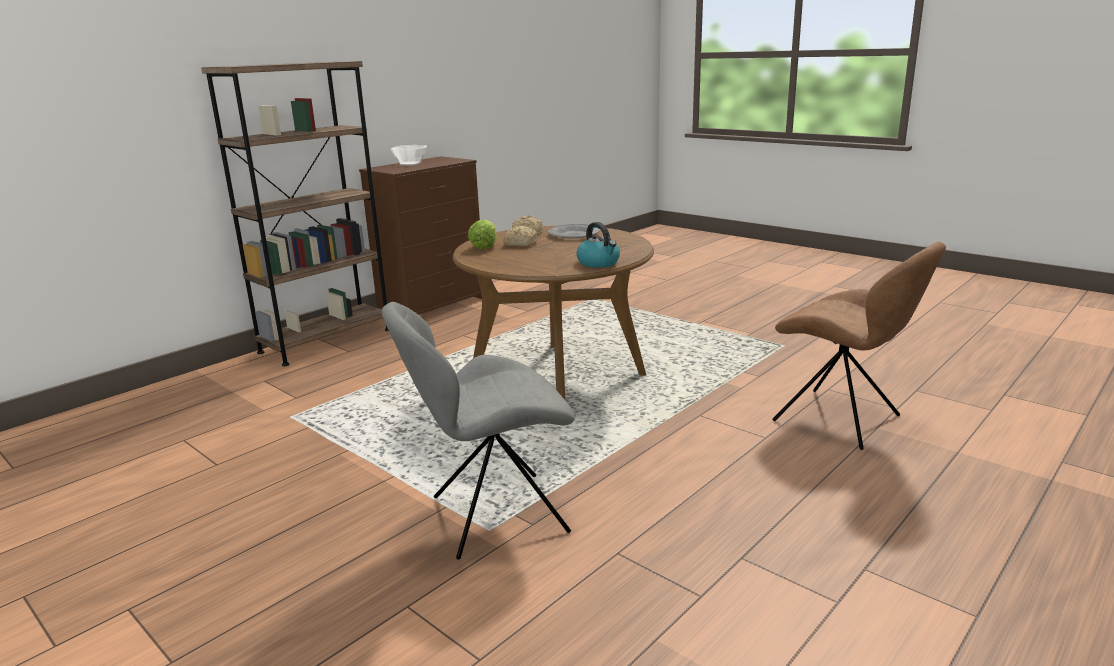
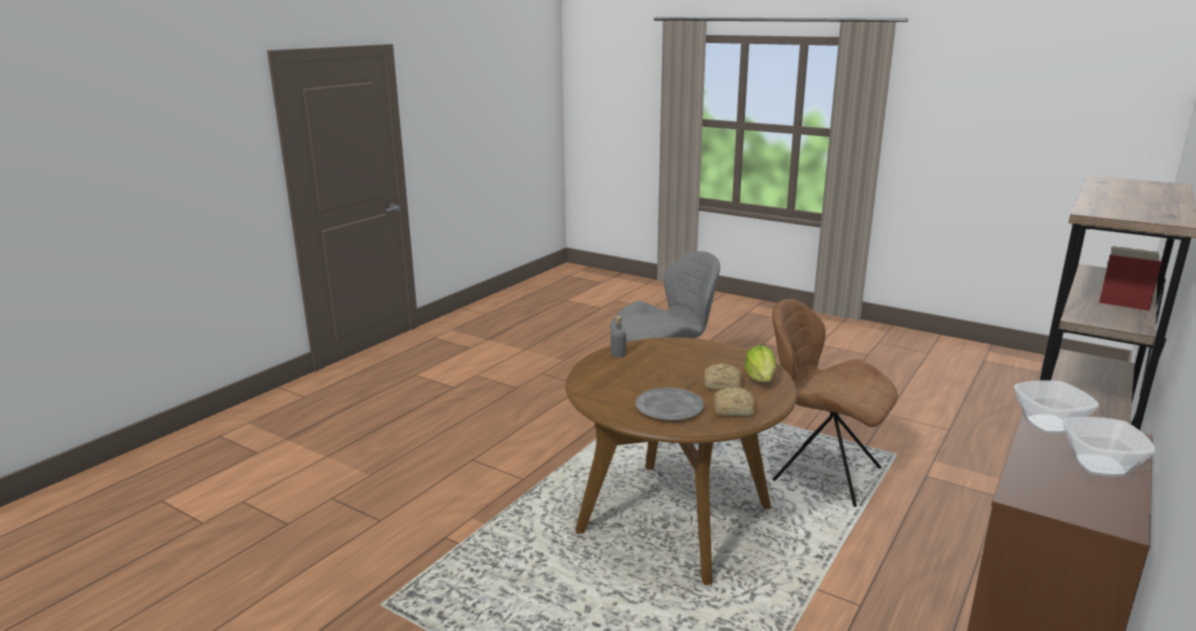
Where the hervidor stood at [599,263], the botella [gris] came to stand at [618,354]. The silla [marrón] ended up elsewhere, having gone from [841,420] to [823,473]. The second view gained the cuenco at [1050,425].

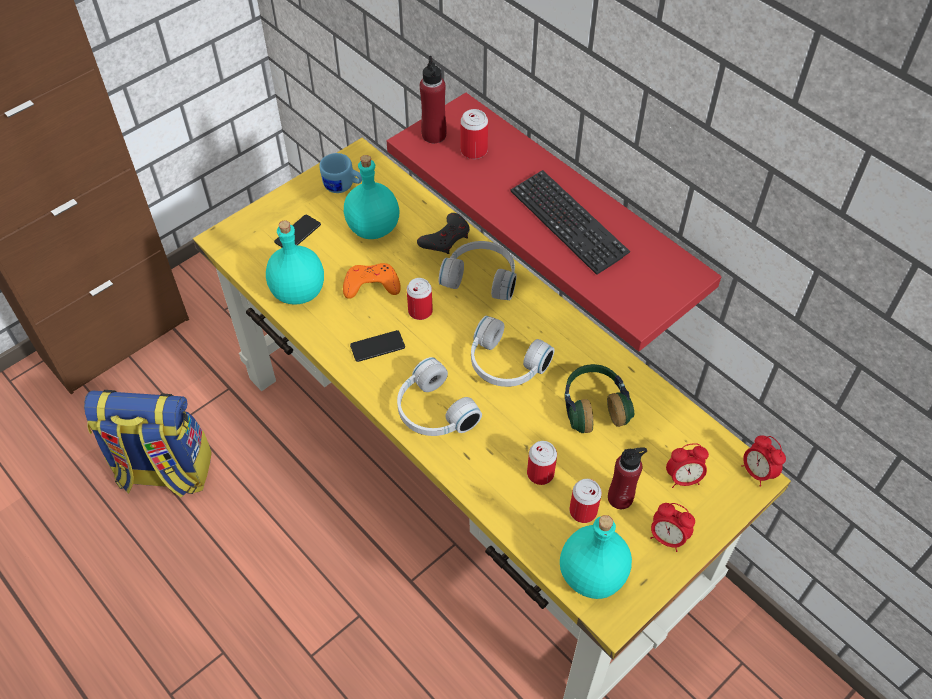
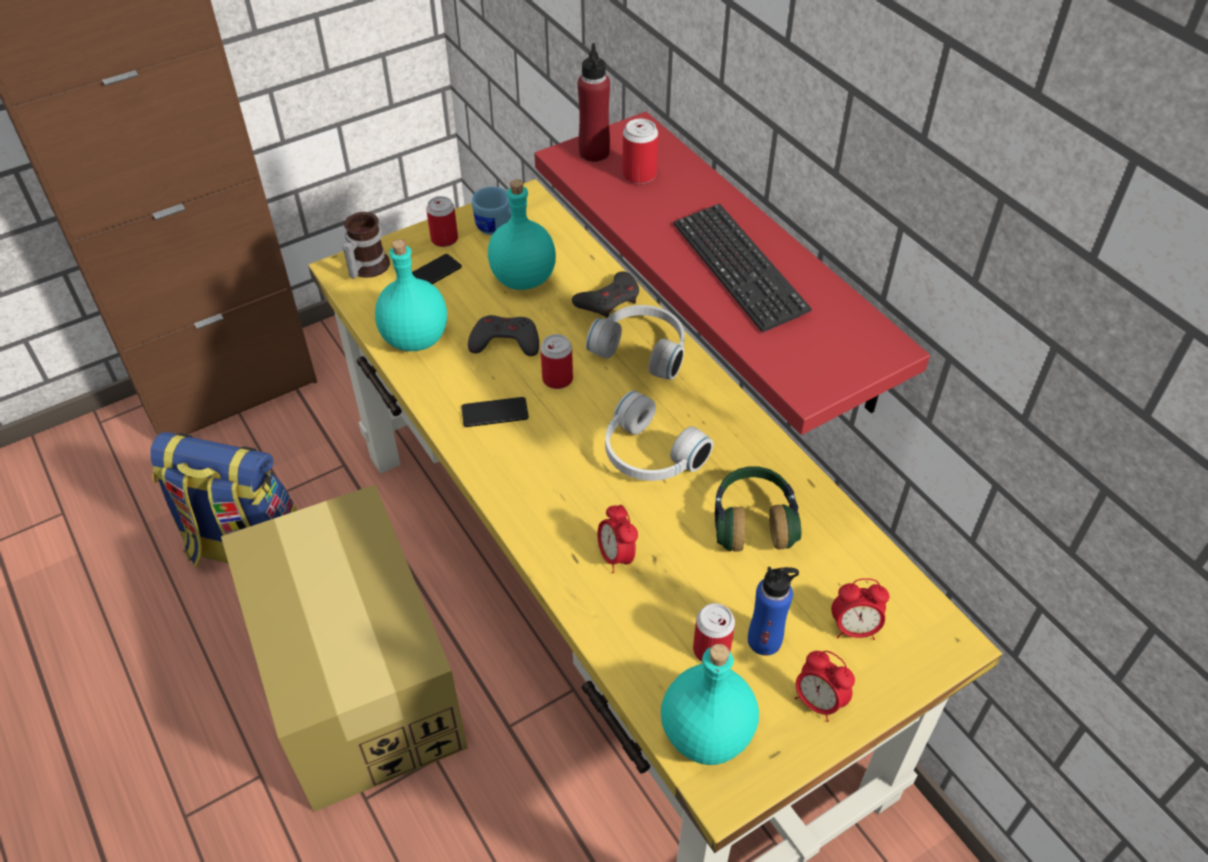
The second view gained the caja de cartón at [358,681]. The second view gained the taza grande at [365,266]. The lata ended up elsewhere, having gone from [540,473] to [444,239]. What was the mando de consola [naranja] at [371,285] turned into the mando de consola [gris] at [505,341]. The despertador ended up elsewhere, having gone from [757,472] to [616,556]. What was the botella [rojo] at [620,498] turned into the botella [azul] at [764,640]. The second view lost the auriculares [blanco] at [432,412].

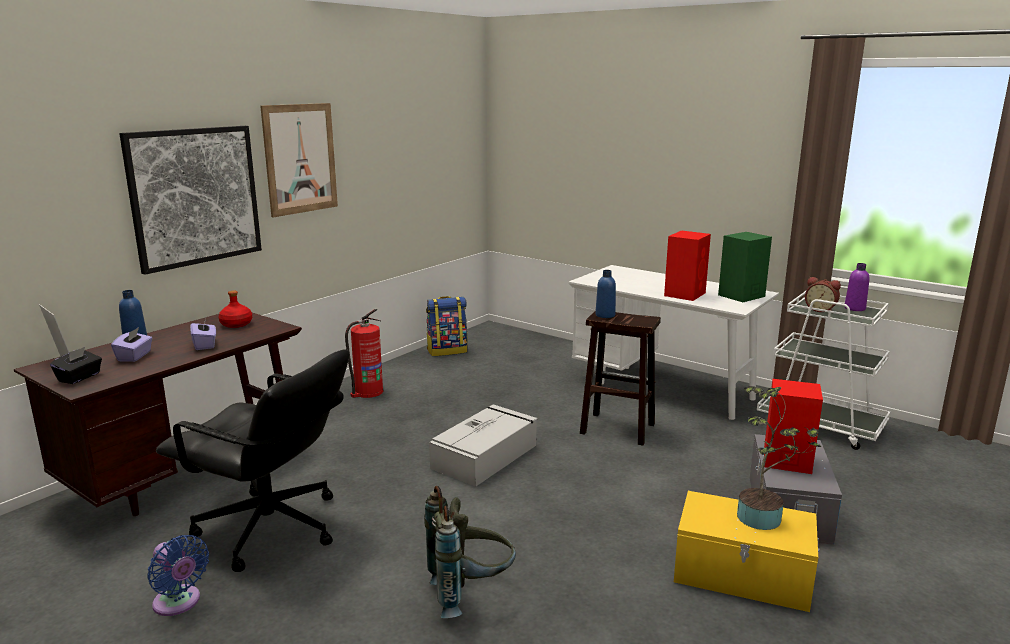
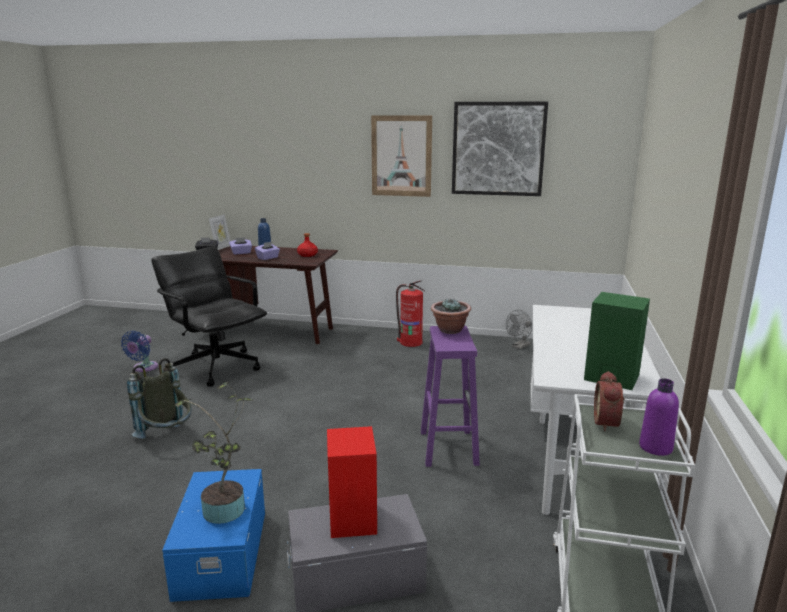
The silla de oficina [negro] at [270,529] ended up facing another way, 135 degrees clockwise from before. What was the caja de almacenaje [amarillo] at [742,574] turned into the caja de almacenaje [azul] at [220,553]. What was the taburete [marrón] at [616,428] turned into the taburete [morado] at [448,447]. Where the botella [azul] stood at [605,315], the planta en maceta came to stand at [450,330]. The cuadro ended up elsewhere, having gone from [195,196] to [498,149]. Where the mochila stood at [447,351], the ventilador [gris] came to stand at [519,346]. The second view lost the caja de almacenaje [gris] at [486,456]. The second view lost the altavoz [rojo] at [685,294].

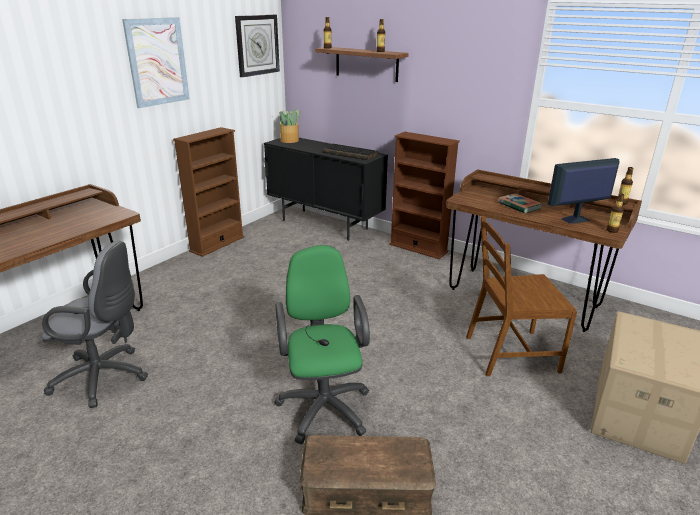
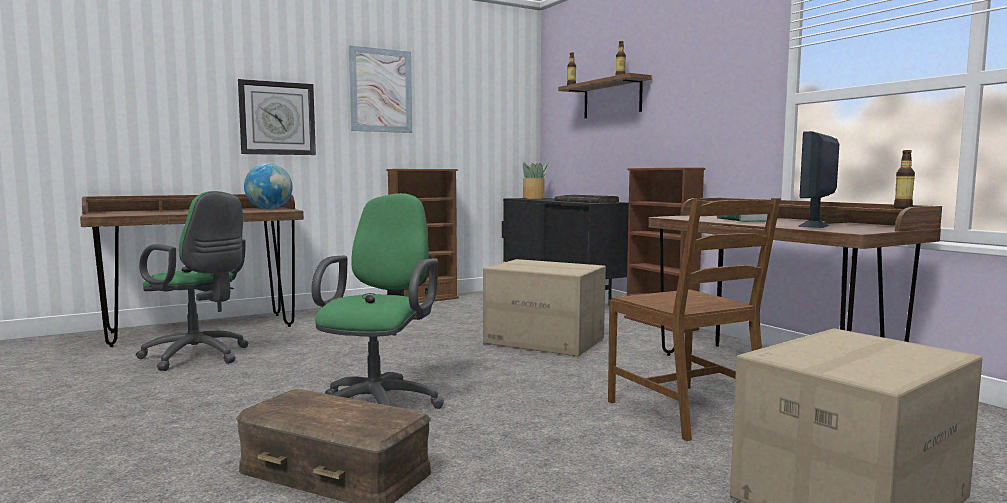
What was the silla de oficina [gris] at [105,377] turned into the silla de oficina [verde] at [199,357]. The reloj de pared ended up elsewhere, having gone from [257,45] to [277,118]. The second view gained the globo terráqueo at [269,209]. The second view gained the caja de cartón at [545,341]. The silla [marrón] at [510,353] ended up facing another way, 135 degrees counterclockwise from before. The monitor at [575,219] ended up facing another way, 60 degrees counterclockwise from before. The second view lost the botella at [612,231].

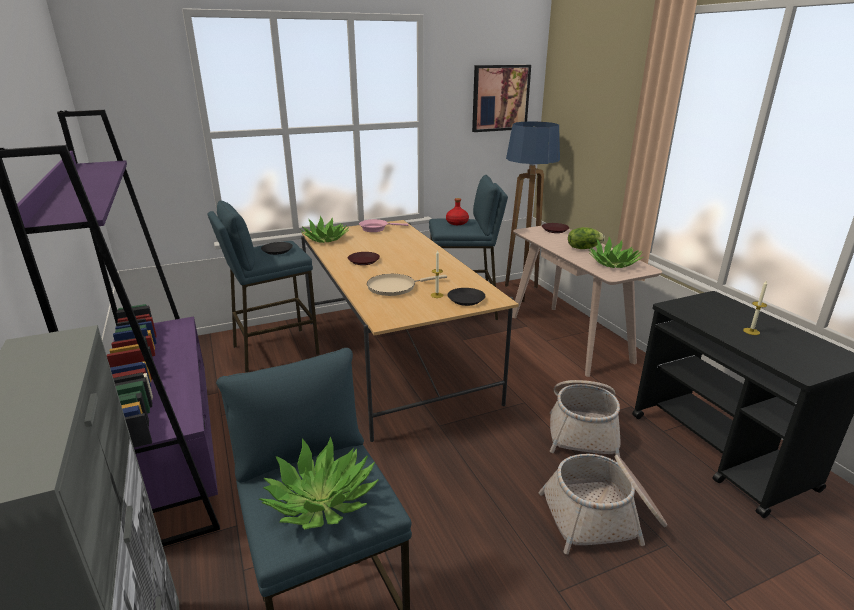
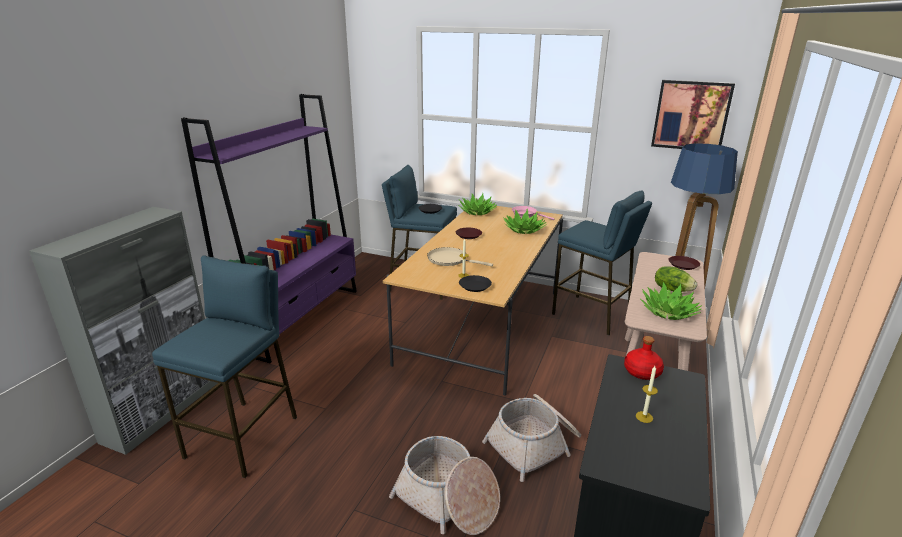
The planta en maceta ended up elsewhere, having gone from [322,500] to [524,230]. The botella [rojo] ended up elsewhere, having gone from [457,223] to [642,372].

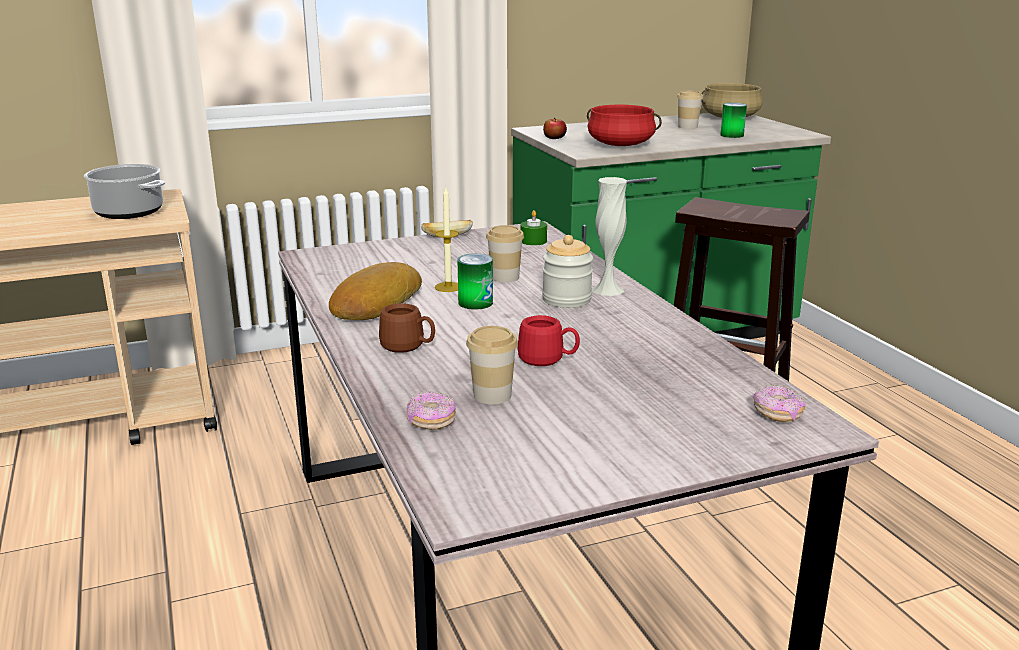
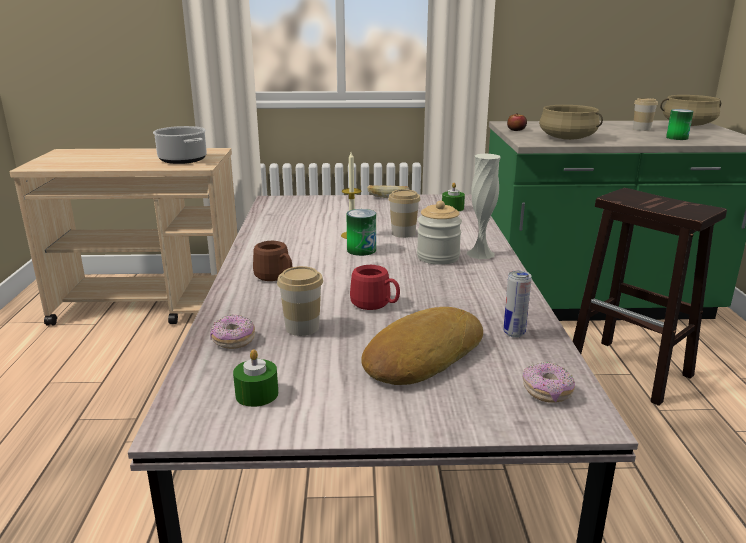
The second view gained the vela [verde] at [257,394]. The pan ended up elsewhere, having gone from [374,302] to [421,355]. The second view gained the lata at [514,333]. What was the olla [rojo] at [621,145] turned into the olla [beis] at [567,138].

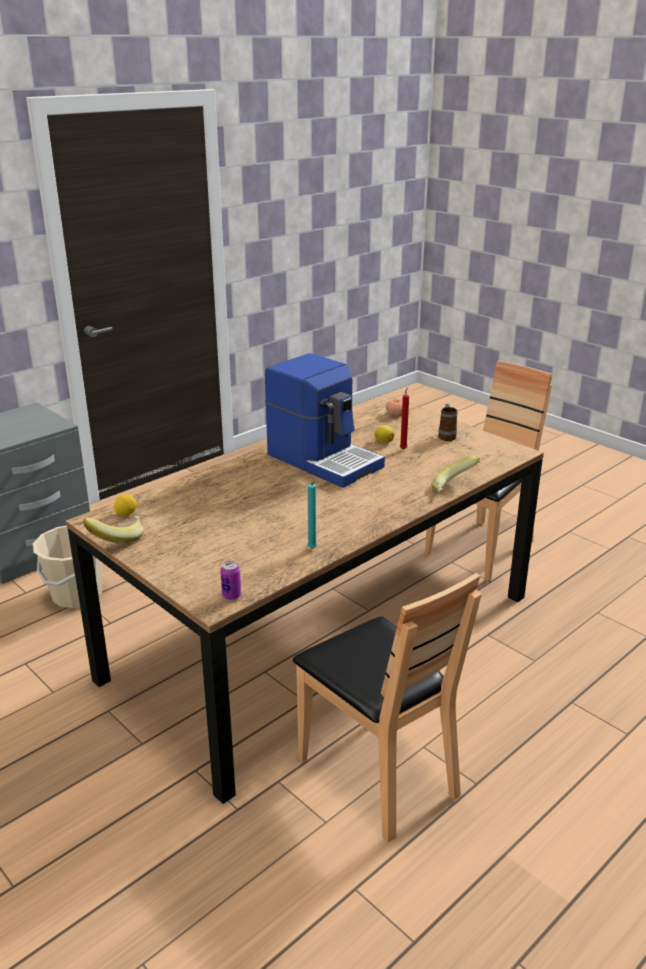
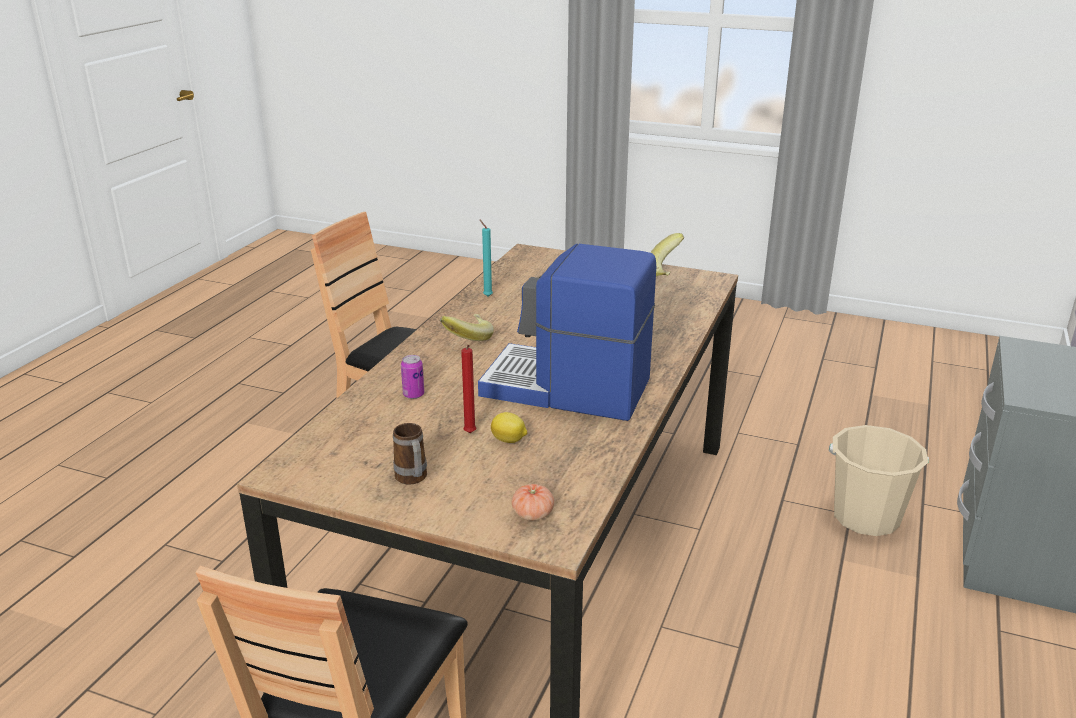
The lata ended up elsewhere, having gone from [231,595] to [413,395]. The plátano ended up elsewhere, having gone from [454,488] to [466,339]. The second view lost the limón at [126,514].

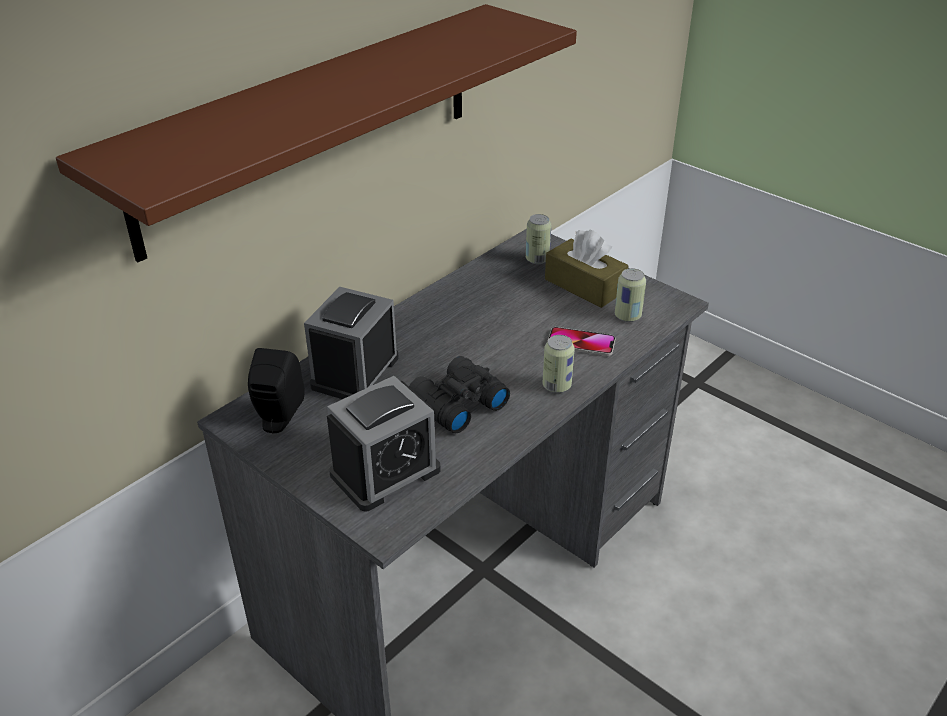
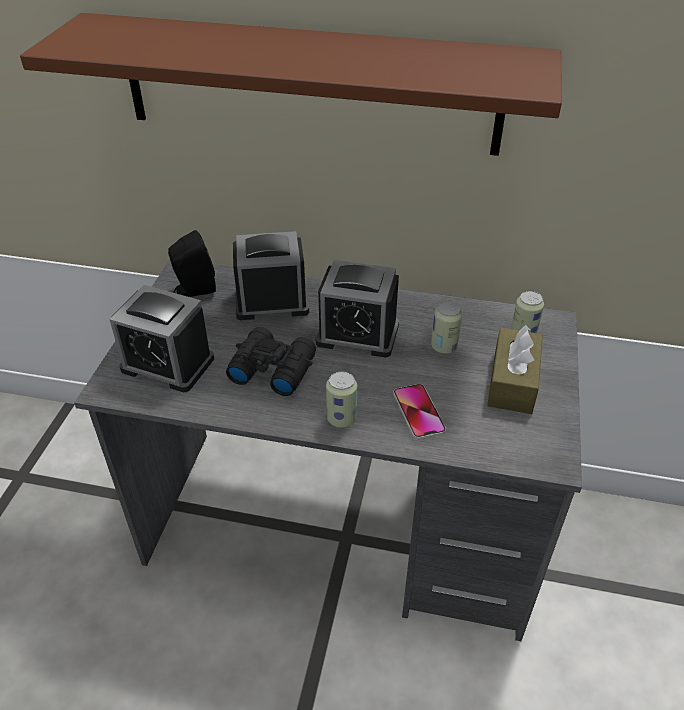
The second view gained the despertador at [357,334]. The lata ended up elsewhere, having gone from [627,316] to [444,347].

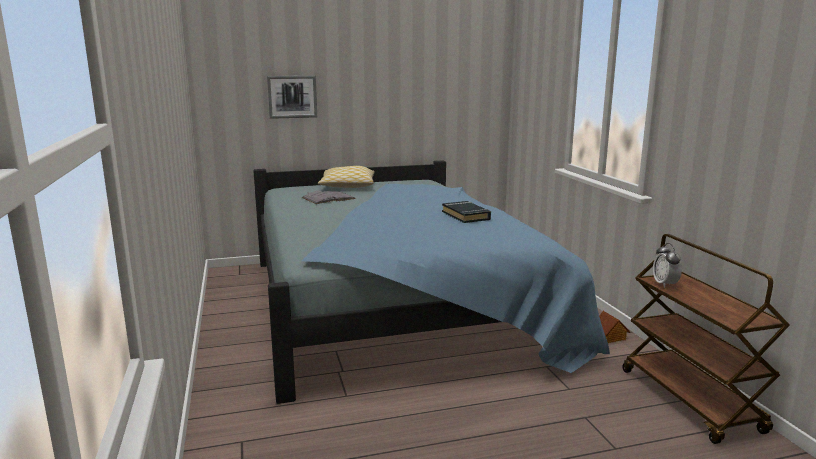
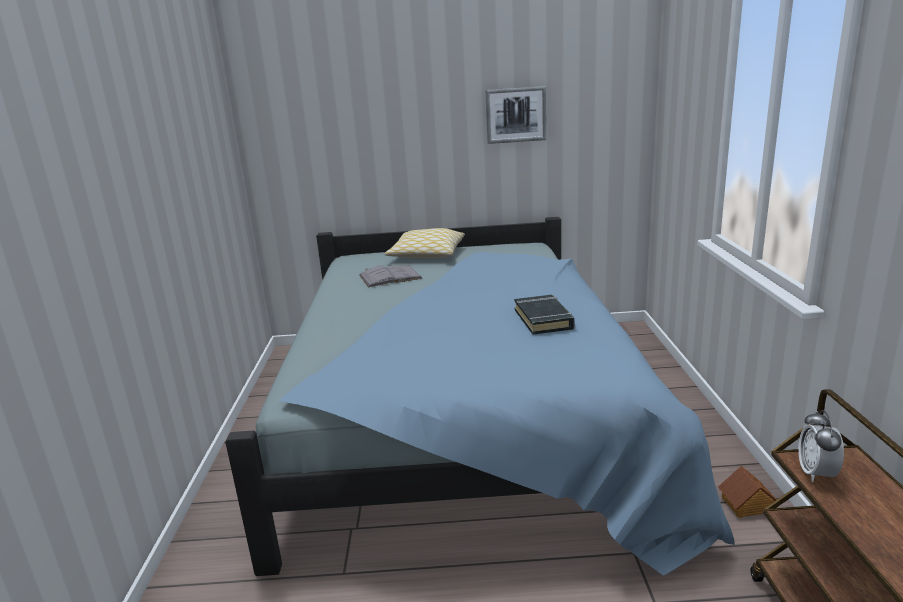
The cuadro ended up elsewhere, having gone from [292,96] to [516,115].

